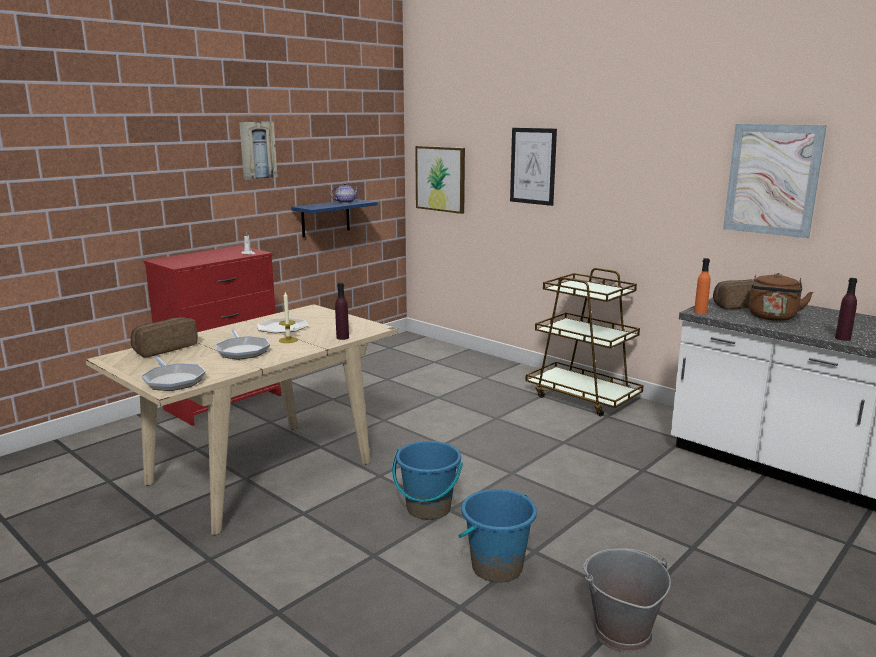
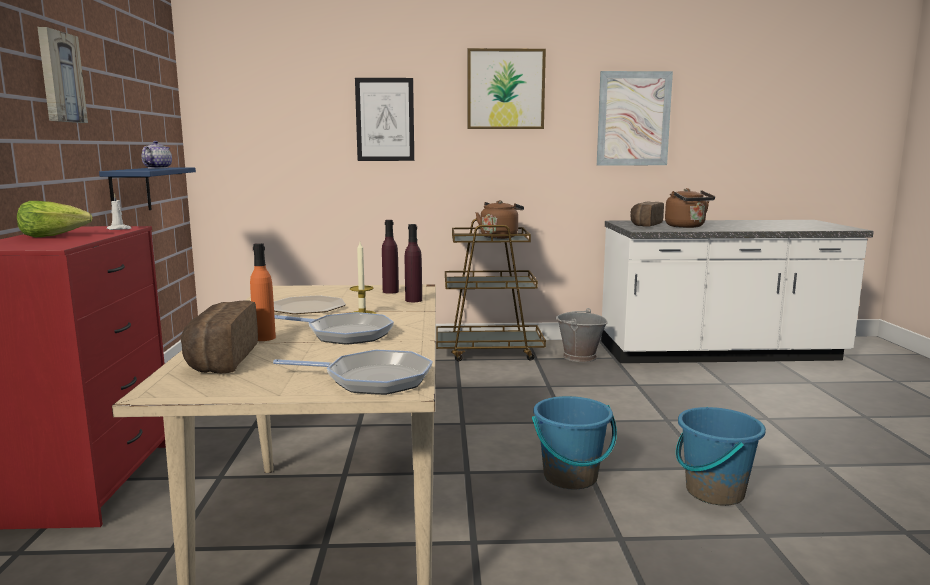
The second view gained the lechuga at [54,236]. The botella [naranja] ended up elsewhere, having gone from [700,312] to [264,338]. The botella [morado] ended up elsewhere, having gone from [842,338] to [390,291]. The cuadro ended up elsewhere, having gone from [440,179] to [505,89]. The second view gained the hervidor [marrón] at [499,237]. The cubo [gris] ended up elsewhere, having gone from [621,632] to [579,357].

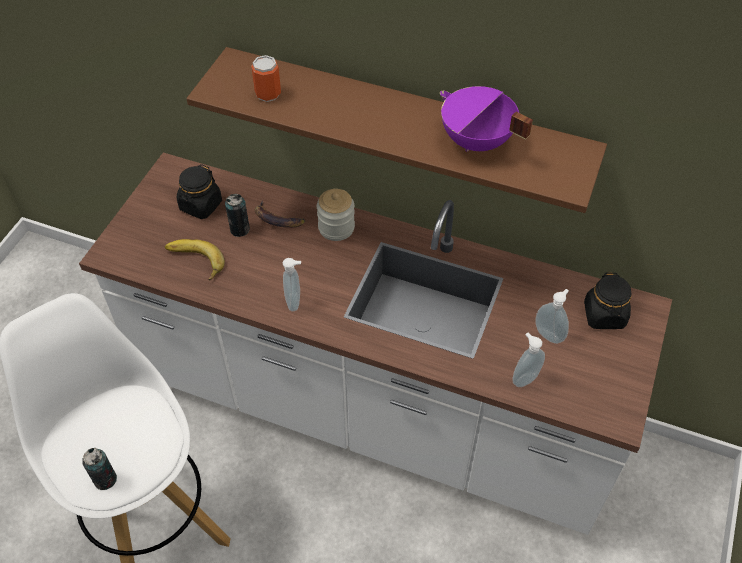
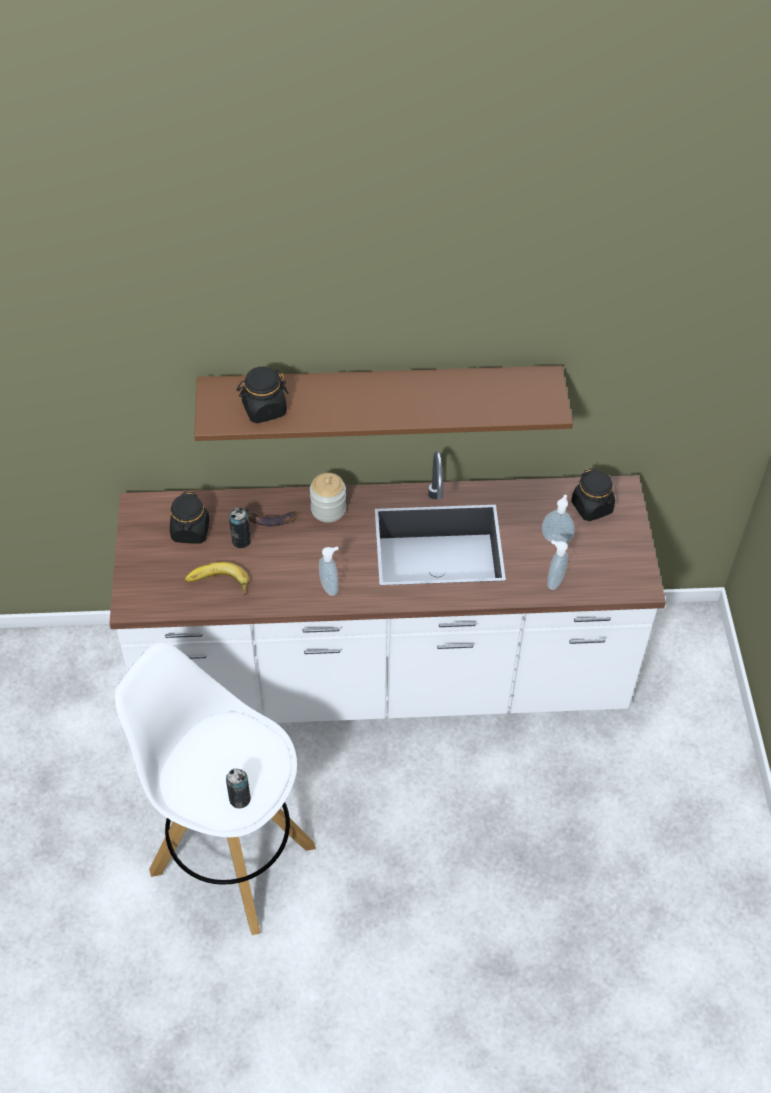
Where the lata stood at [268,94], the tarro [negro] came to stand at [264,409]. The second view lost the olla [morado] at [476,142].

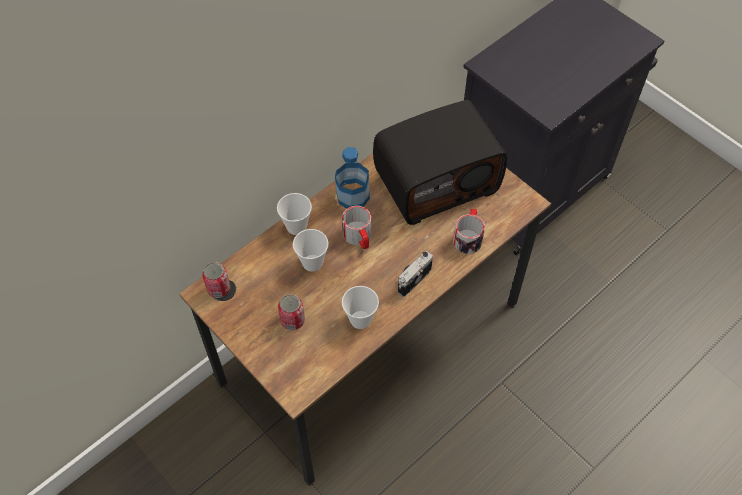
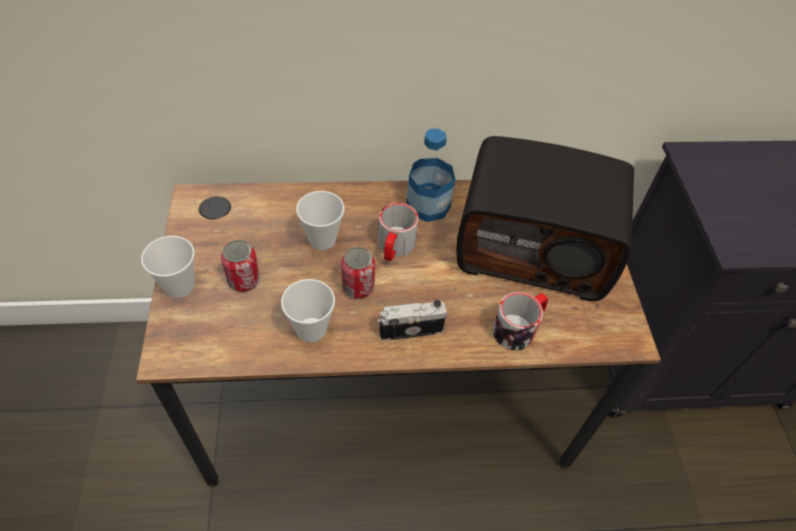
The taza ended up elsewhere, having gone from [296,227] to [179,286]. The lata ended up elsewhere, having gone from [218,288] to [358,287].

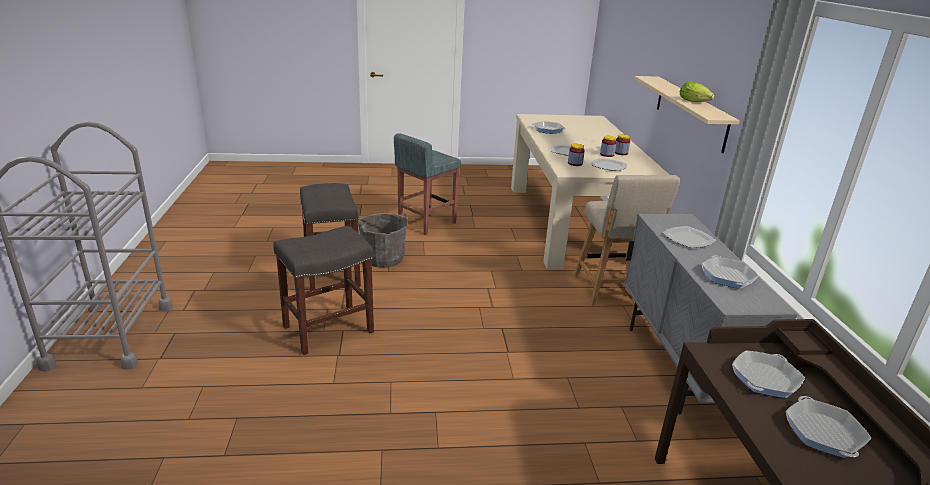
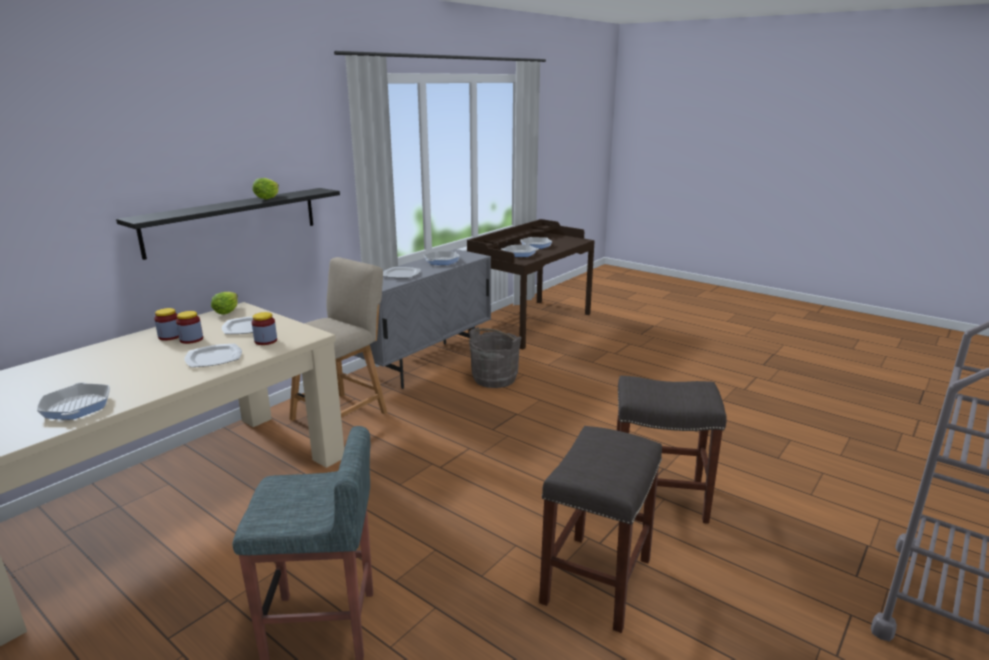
What was the estante [beis] at [690,112] turned into the estante [negro] at [233,221]. The second view gained the lechuga at [228,310]. The cubo [gris] ended up elsewhere, having gone from [383,258] to [494,379].

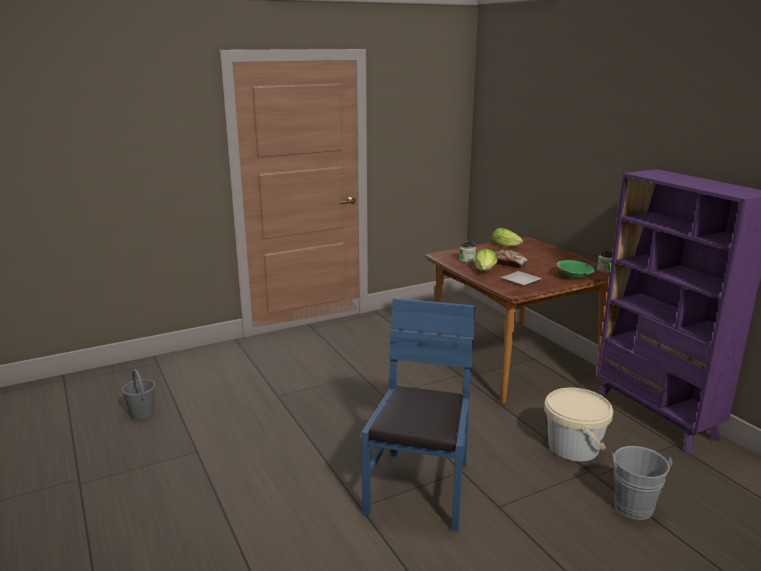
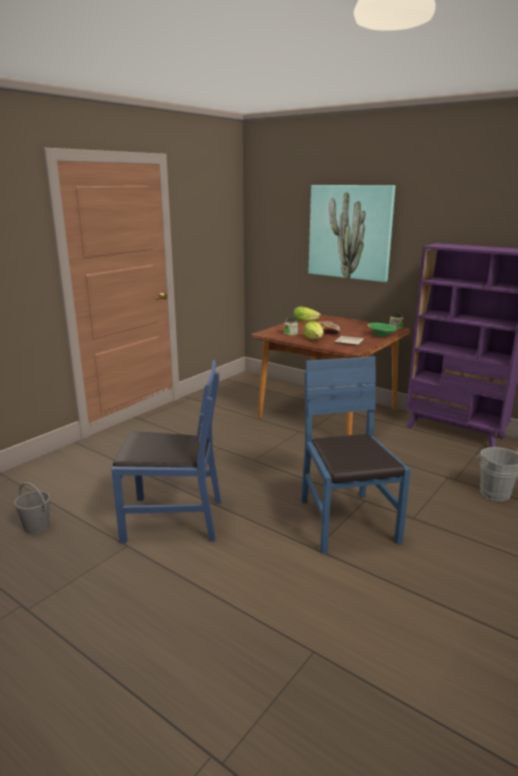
The second view gained the silla [azul] at [173,519]. The second view gained the cuadro at [350,232]. The second view lost the cubo [beis] at [573,447].

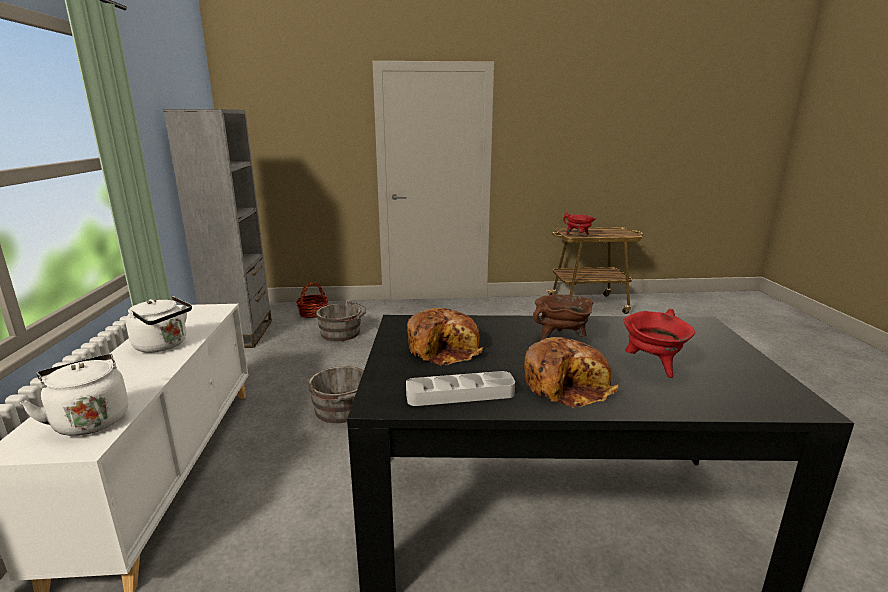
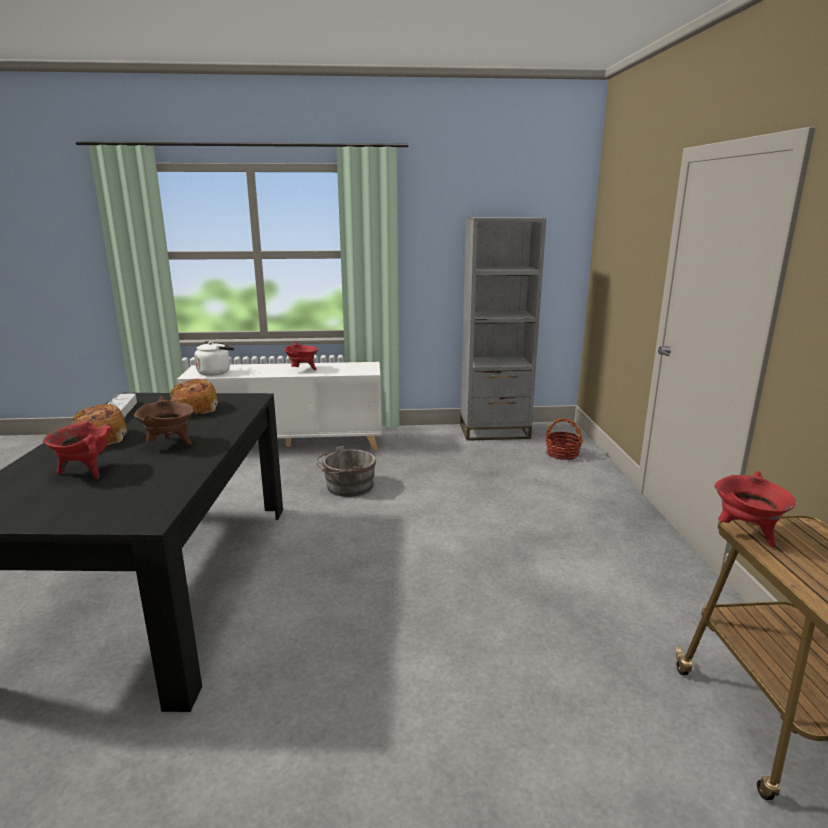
Where the hervidor [blanco] stood at [164,345], the olla [rojo] came to stand at [302,370]. The second view lost the cubo [gris] at [342,333].

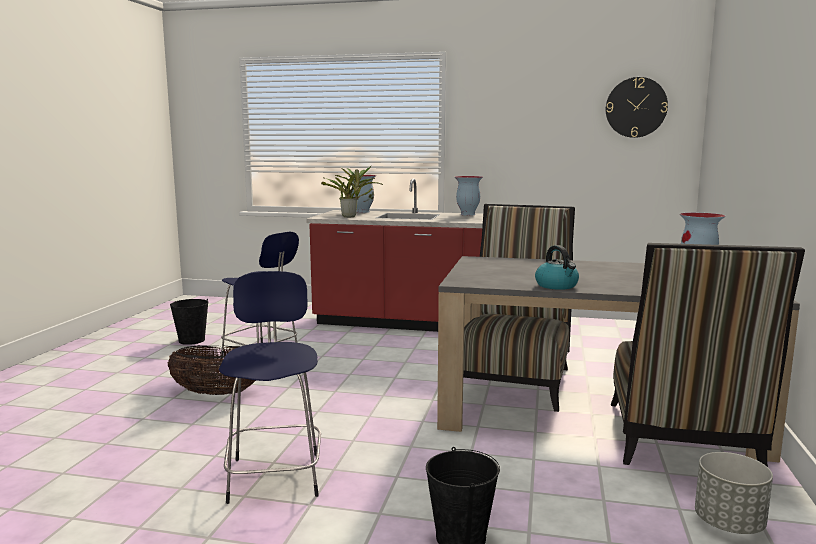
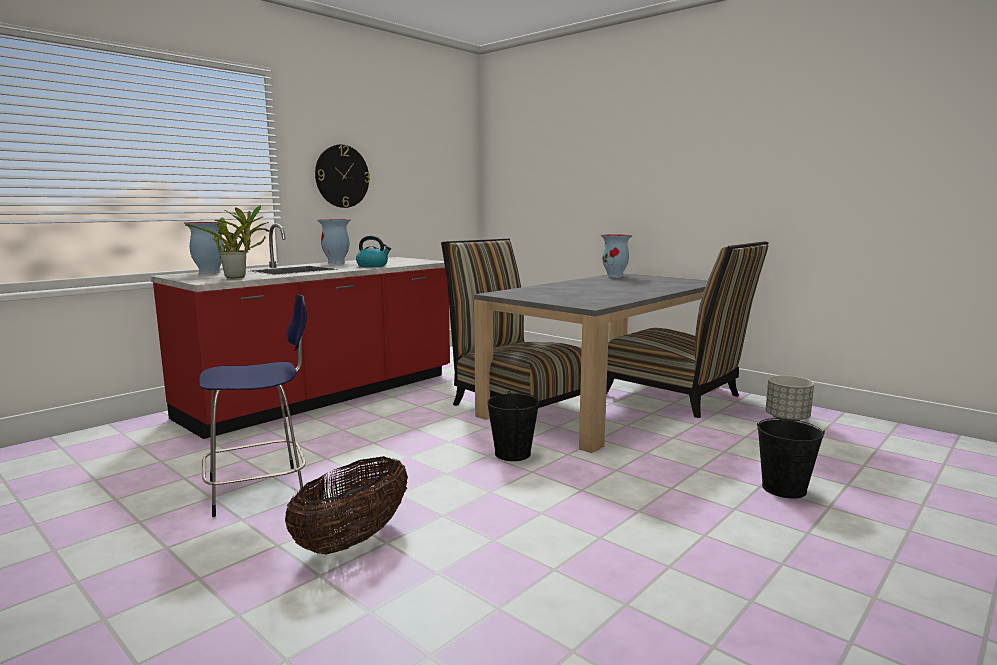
The reloj de pared ended up elsewhere, having gone from [636,107] to [342,176]. The hervidor ended up elsewhere, having gone from [557,286] to [373,266]. The cubo [negro] ended up elsewhere, having gone from [191,340] to [512,454]. The second view lost the taburete [azul] at [275,474].

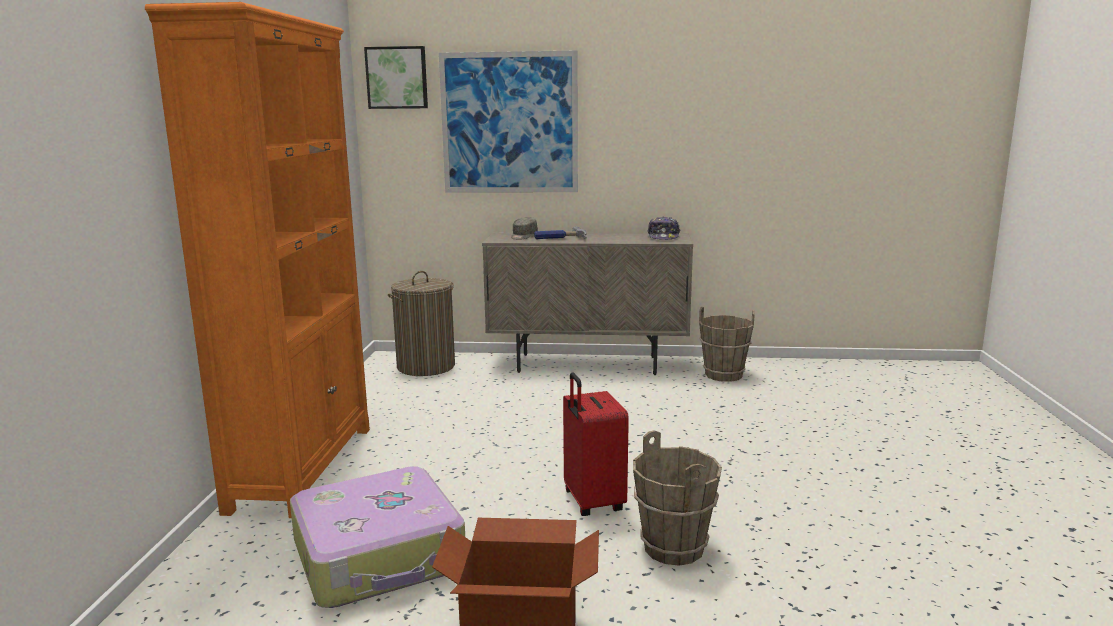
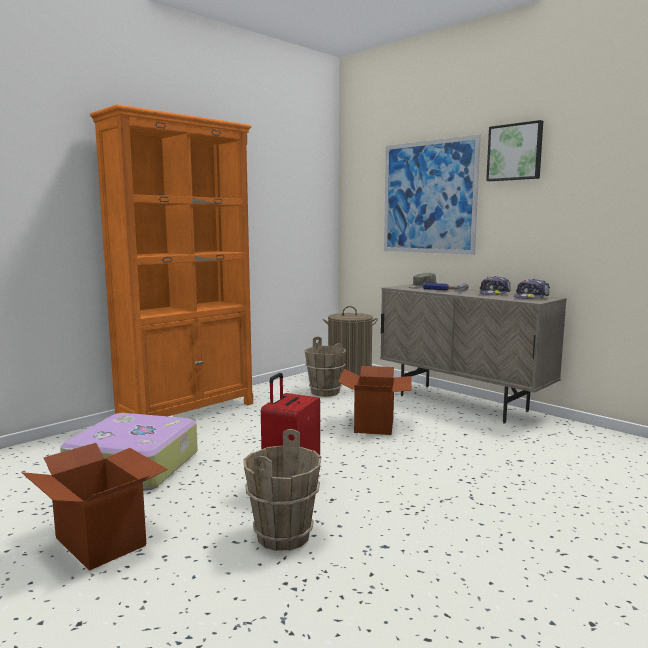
The cubo [marrón] ended up elsewhere, having gone from [723,375] to [325,392]. The second view gained the caja de cartón at [375,425]. The second view gained the gorra at [494,294]. The cuadro ended up elsewhere, having gone from [397,78] to [515,152].

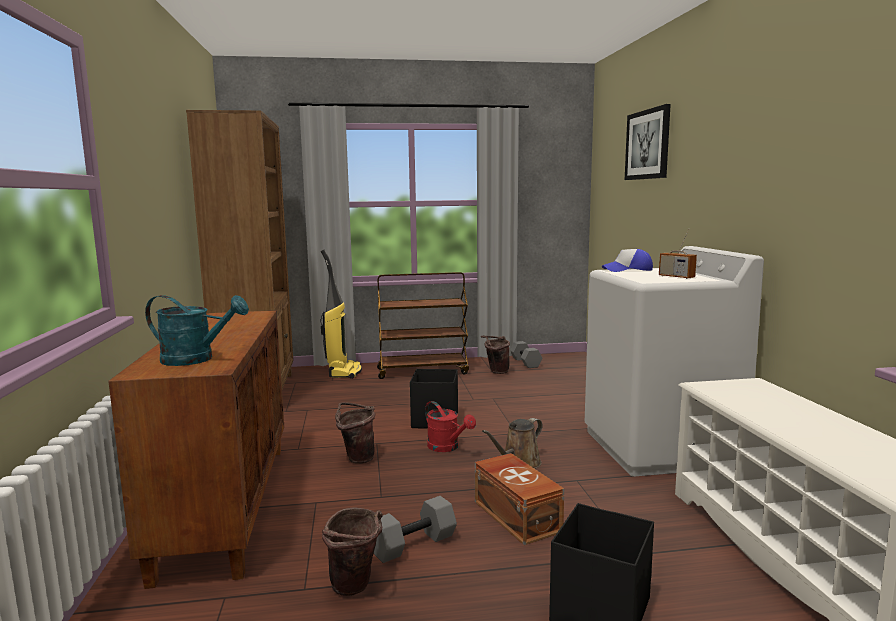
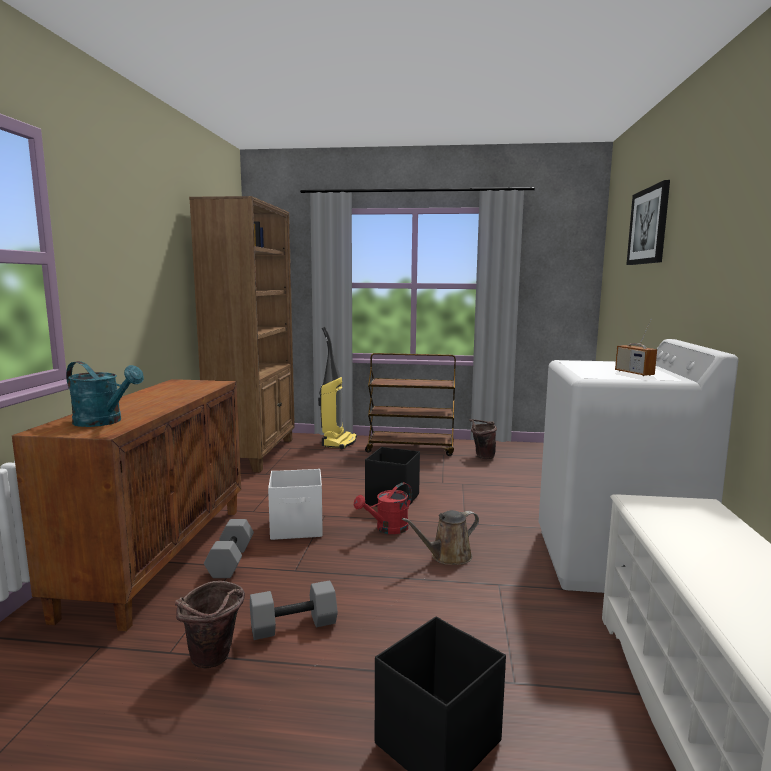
The mancuerna [gris] ended up elsewhere, having gone from [526,362] to [231,561]. Where the cubo [marrón] stood at [357,458], the caja de almacenaje [blanco] came to stand at [297,528]. The regadera [rojo] at [447,447] ended up facing another way, 75 degrees clockwise from before. The second view lost the caja de almacenaje [marrón] at [517,515]. The second view lost the gorra at [628,270].

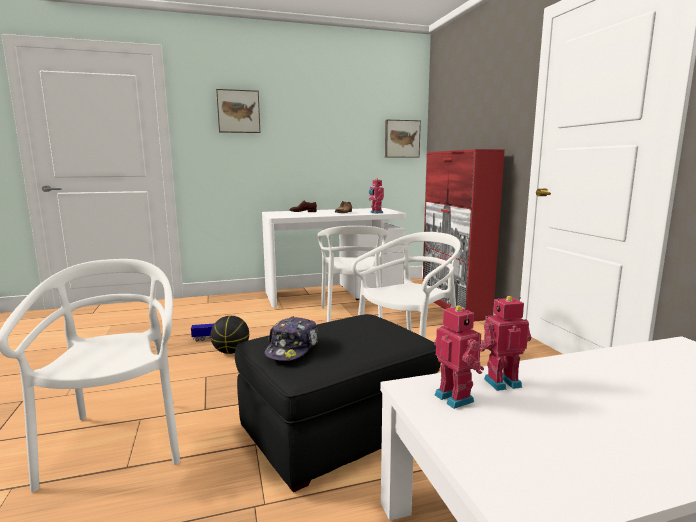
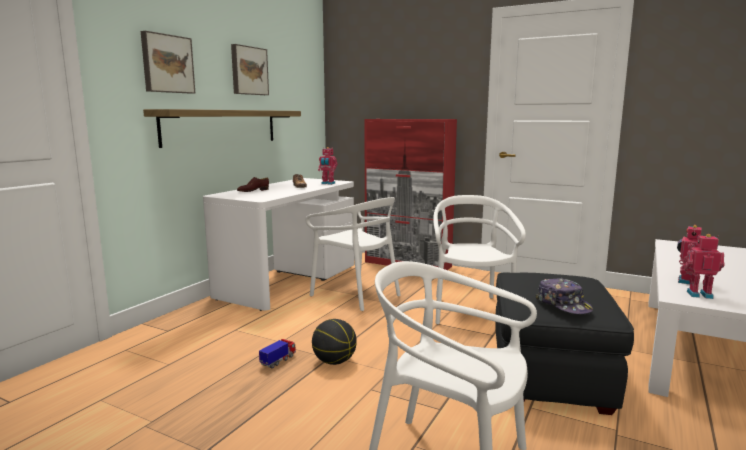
The second view gained the estante at [222,127]. The cuadro ended up elsewhere, having gone from [401,139] to [248,71].

